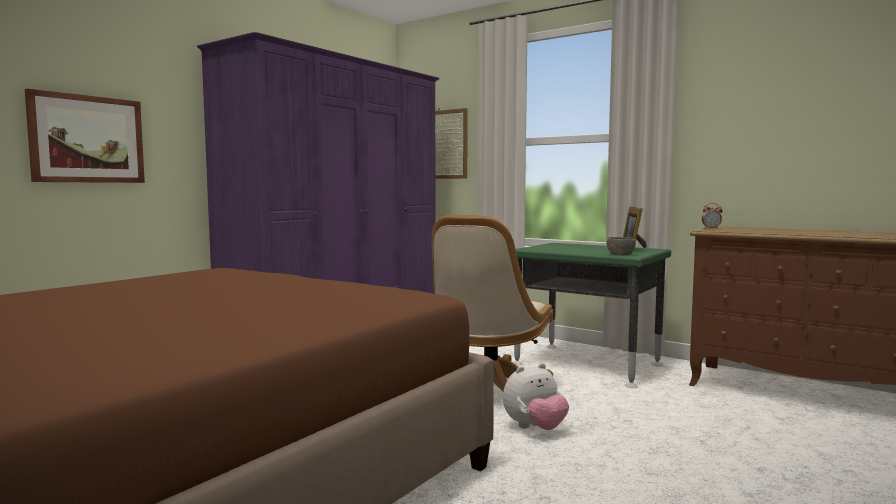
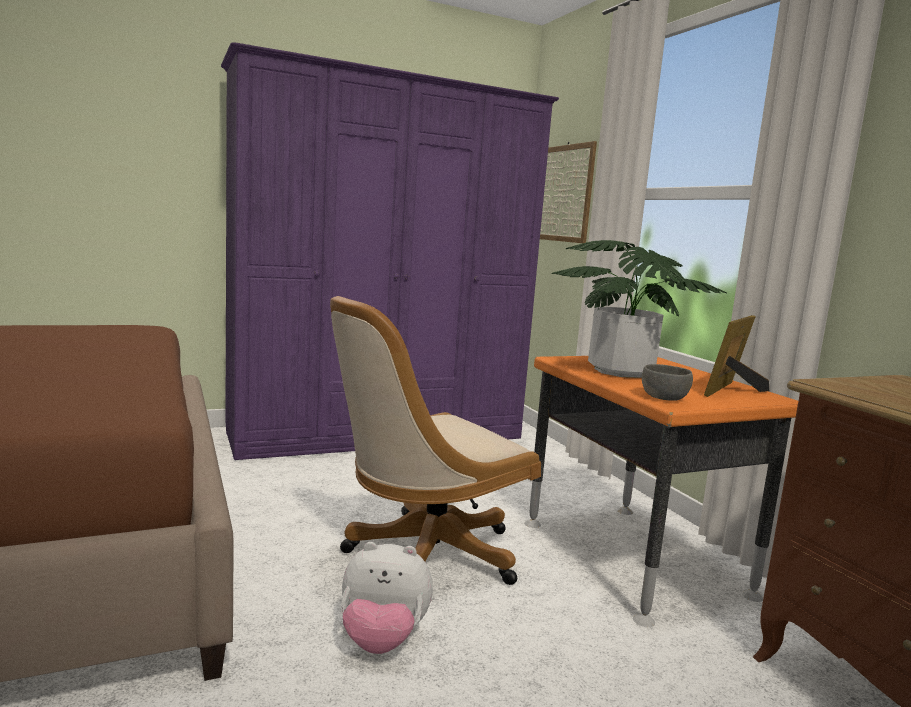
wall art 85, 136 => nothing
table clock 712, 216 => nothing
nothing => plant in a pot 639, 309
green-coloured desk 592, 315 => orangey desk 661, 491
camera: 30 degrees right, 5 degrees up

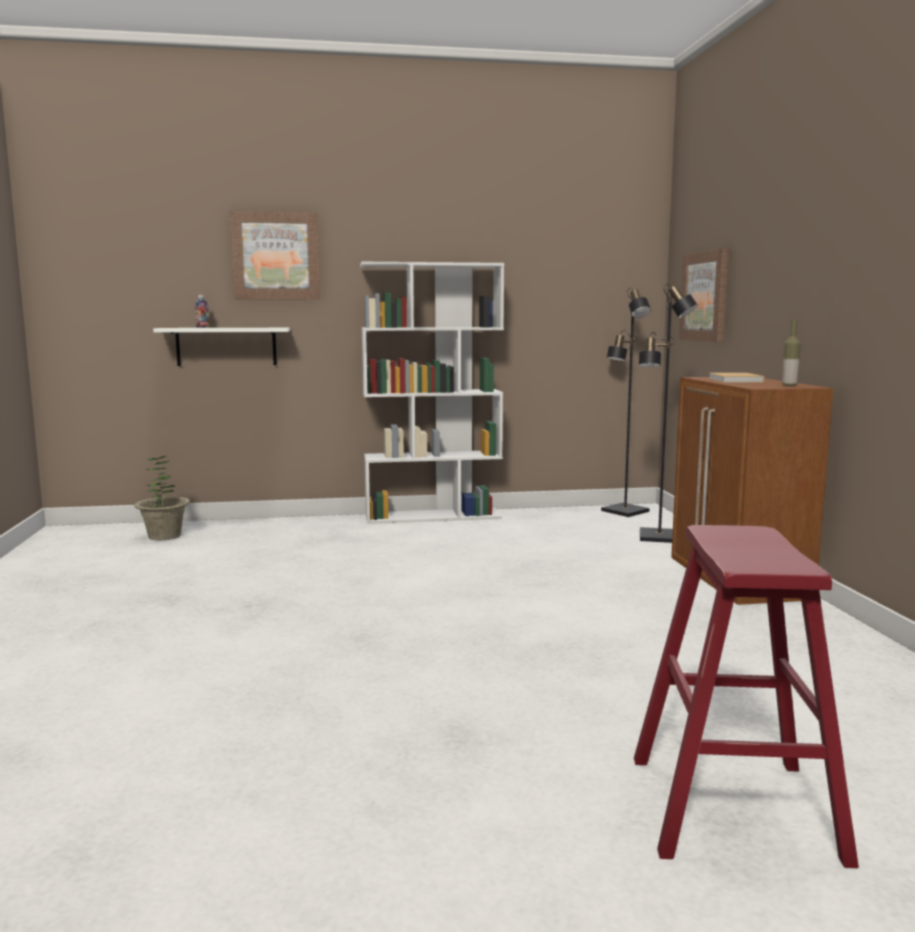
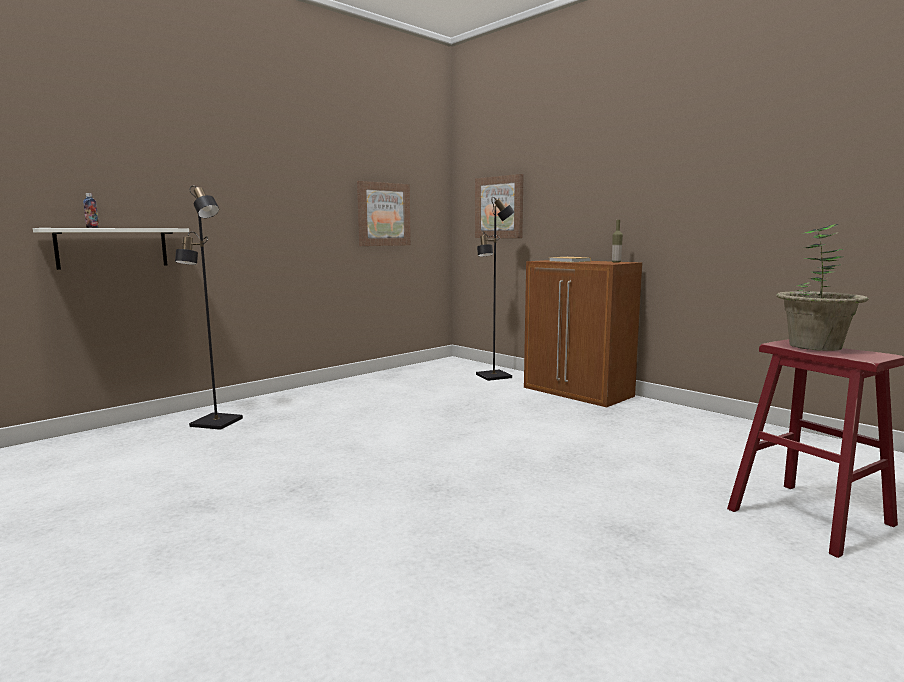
whitish bookcase 432, 393 => nothing
plant in a pot 162, 498 => plant in a pot 822, 287, shifted
wall art 275, 255 => wall art 384, 213, shifted
black-coloured standing lamp 626, 402 => black-coloured standing lamp 209, 307, shifted
camera: 35 degrees left, 0 degrees up

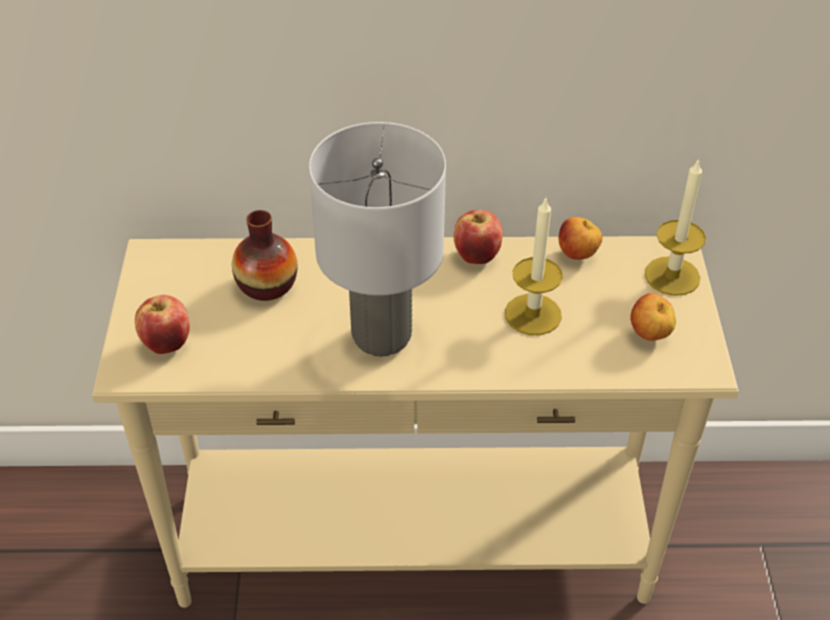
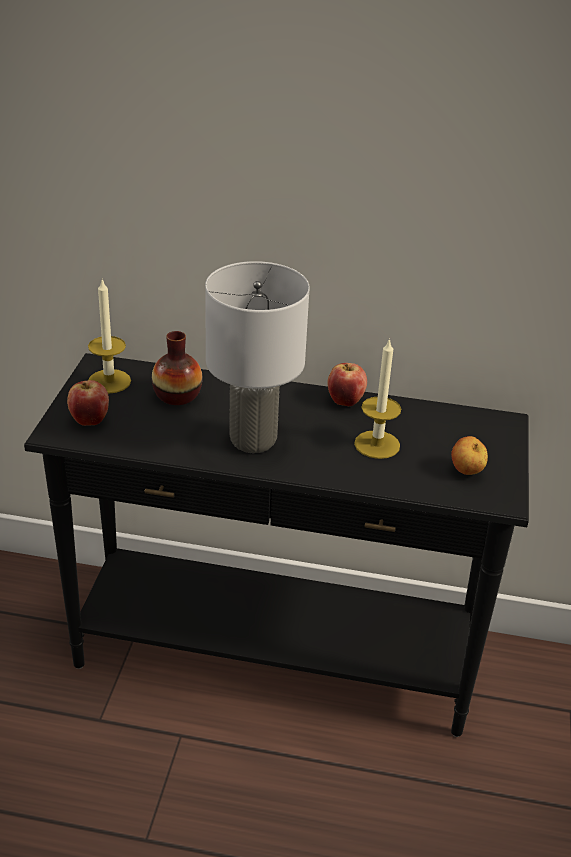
apple fruit 580, 238 => nothing
wax light 675, 227 => wax light 109, 336, shifted
sand-coloured console table 415, 422 => black-coloured console table 276, 545
camera: 10 degrees right, 10 degrees down

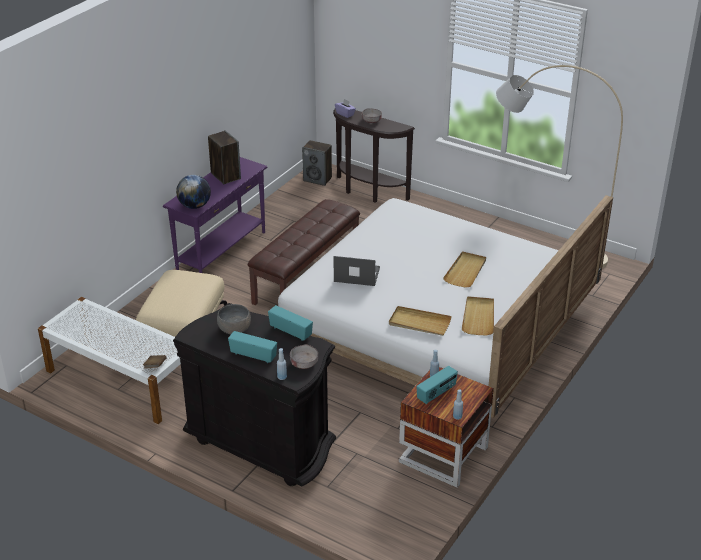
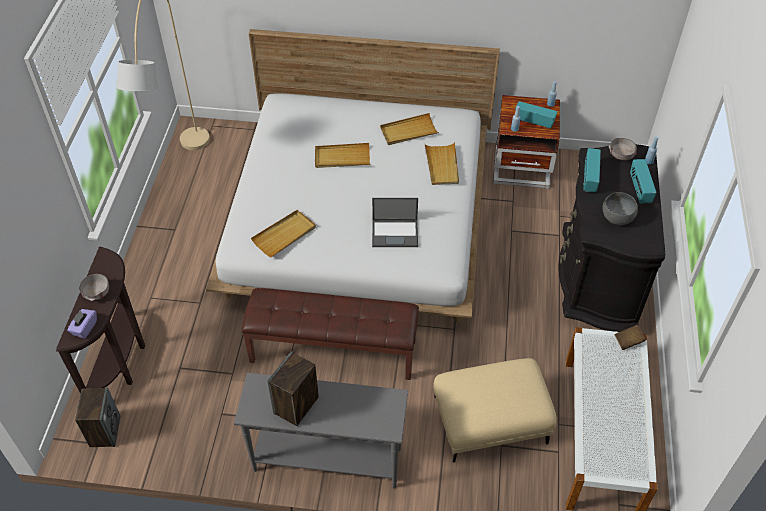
world globe 193, 192 => nothing
nothing => sand-coloured tray 283, 233
purplish console table 215, 215 => greyish console table 321, 430
laptop 356, 271 => laptop 395, 222, 75 degrees counterclockwise
camera: 115 degrees left, 15 degrees up

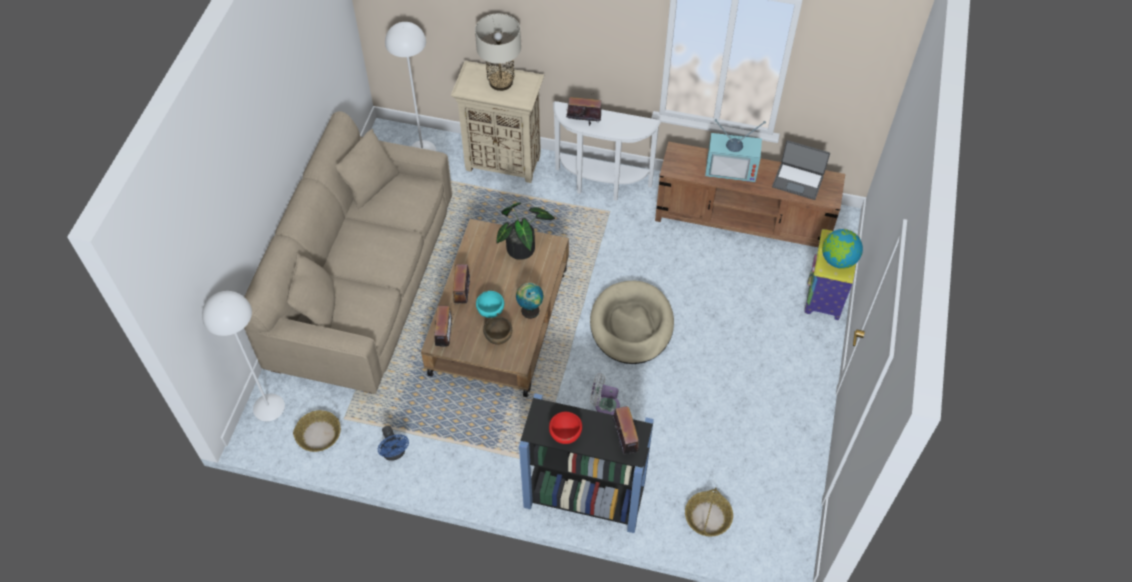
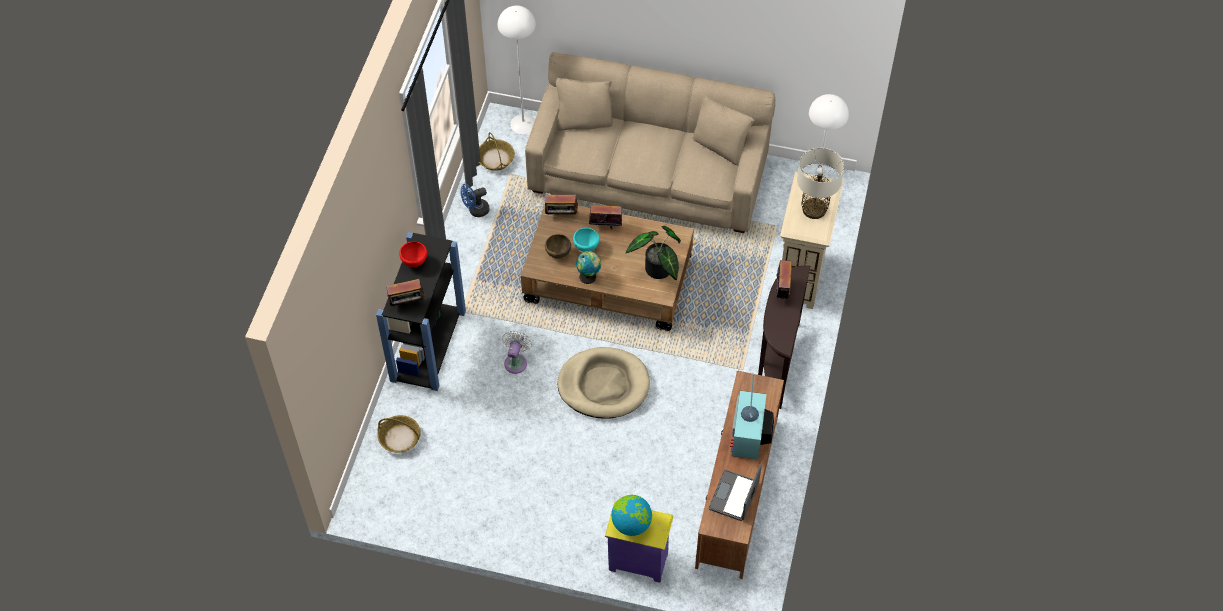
whitish console table 607, 151 => brown-coloured console table 784, 337
camera: 90 degrees right, 0 degrees up

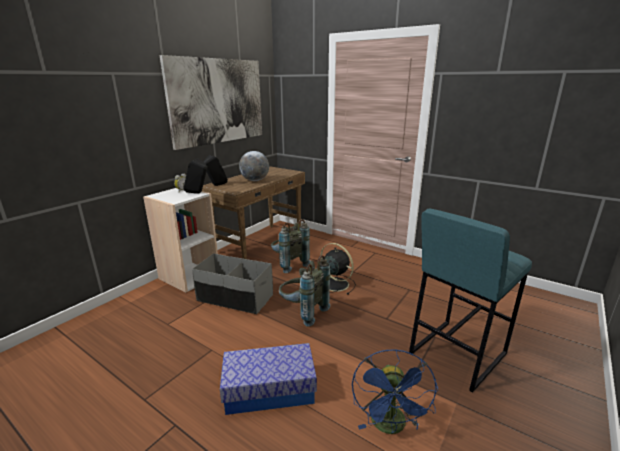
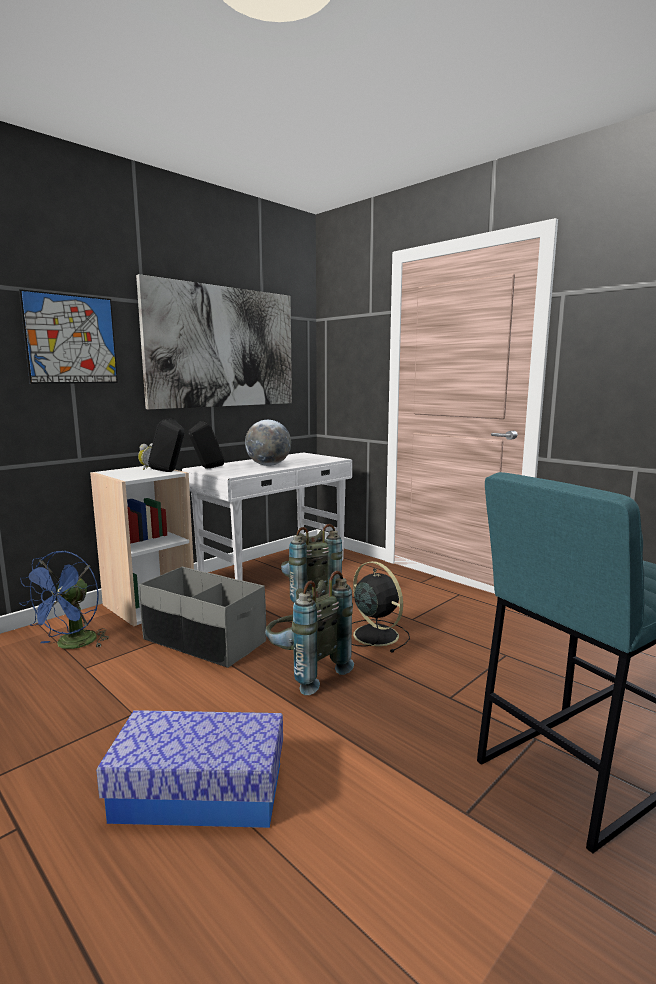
nothing => wall art 68, 336
bluish cooling fan 395, 391 => bluish cooling fan 64, 600, shifted
brown-coloured console table 253, 212 => whitish console table 267, 516
camera: 10 degrees right, 10 degrees down

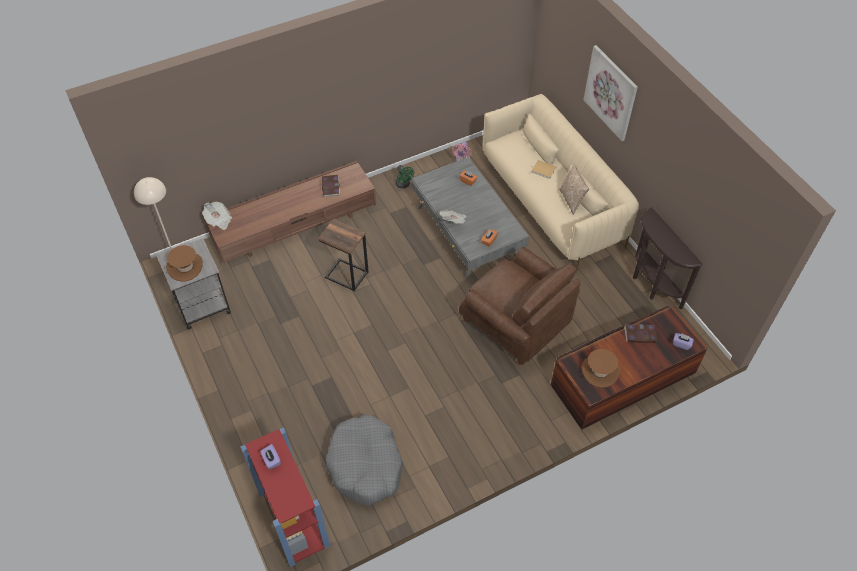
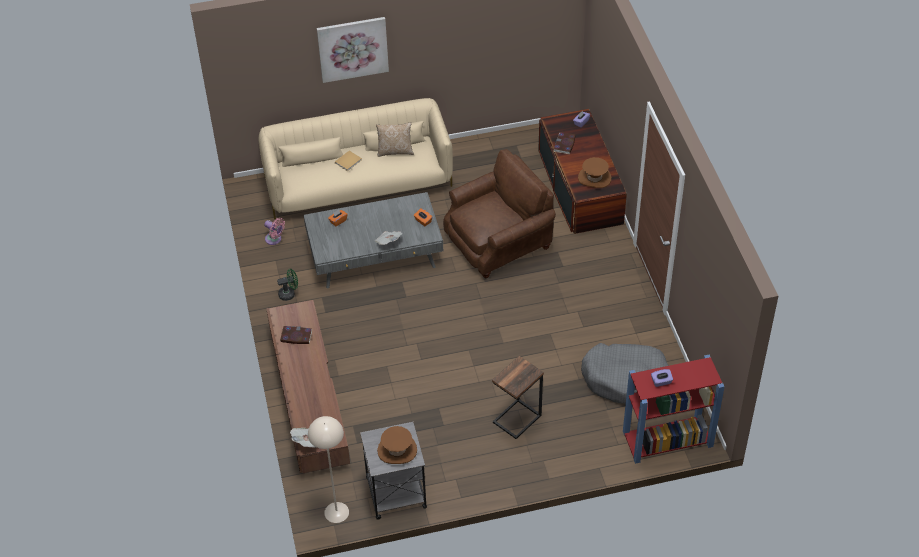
brown-coloured console table 668, 258 => nothing
side table 343, 255 => side table 518, 397, shifted
camera: 75 degrees left, 5 degrees down

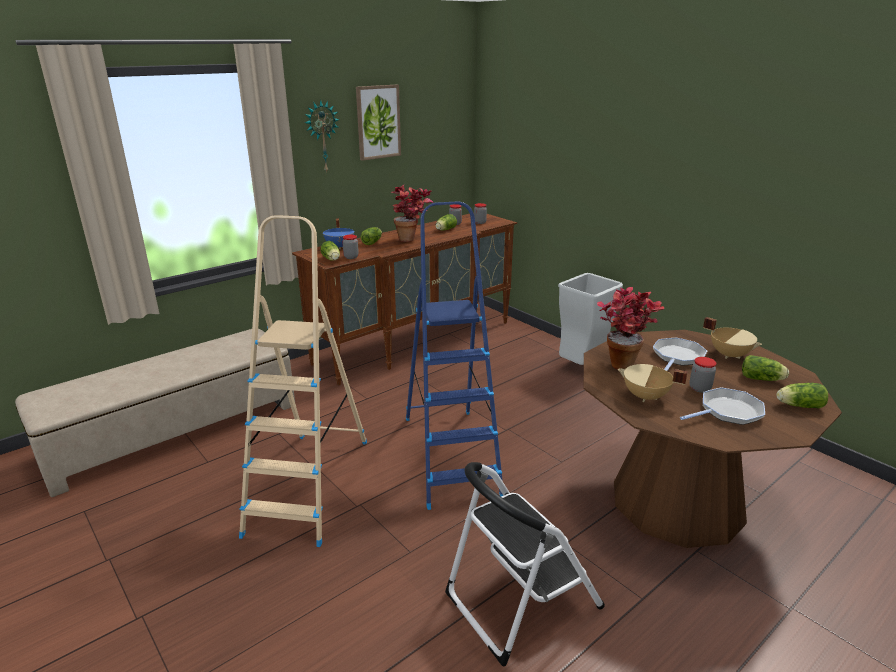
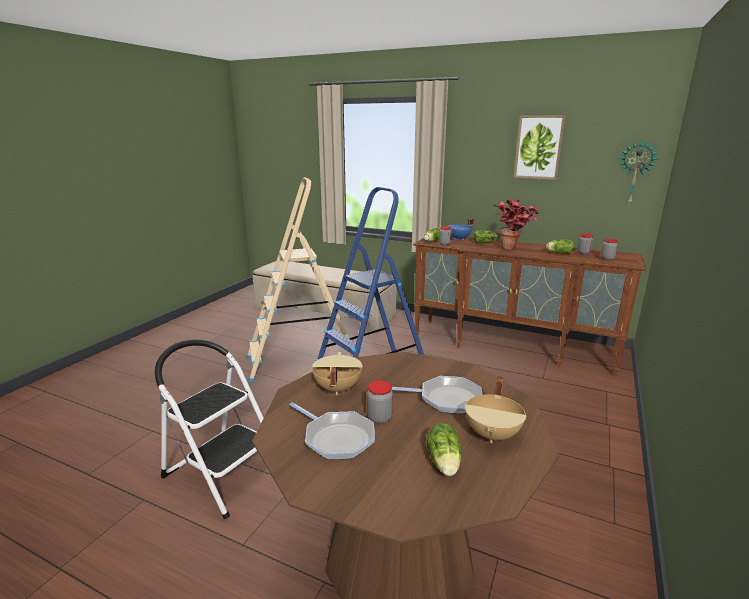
greyish trash can 590, 319 => nothing
plant in a pot 630, 328 => nothing
head of lettuce 802, 395 => nothing
wall clock 322, 137 => wall clock 638, 173, shifted
camera: 65 degrees right, 5 degrees down

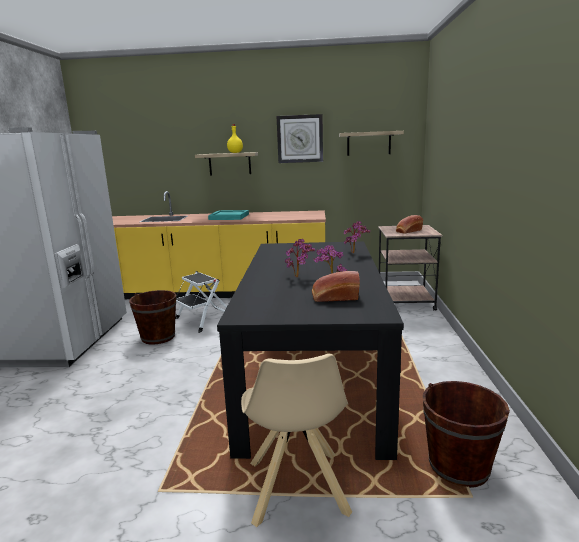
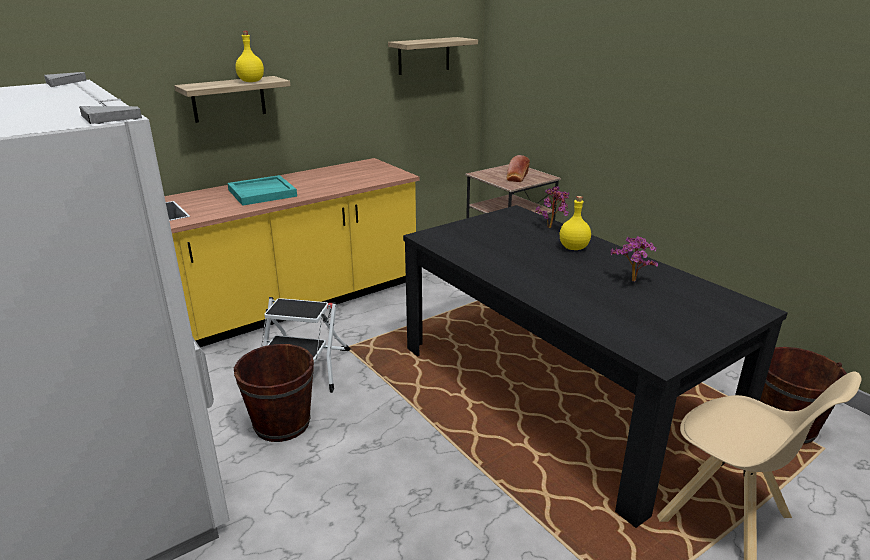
wall clock 300, 138 => nothing
plant in a pot 300, 258 => nothing
bakery bread 336, 286 => nothing
nothing => yellow-coloured beverage bottle 575, 223
camera: 40 degrees left, 10 degrees up

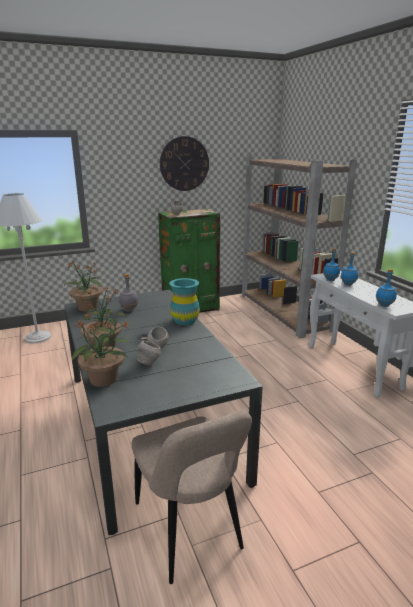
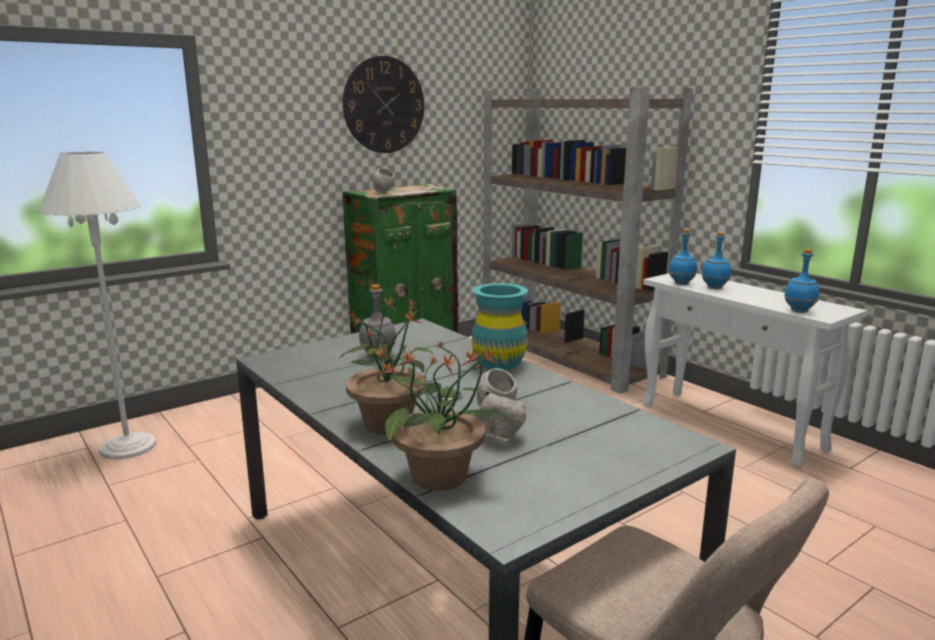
plant in a pot 83, 285 => nothing
camera: 15 degrees left, 5 degrees down

